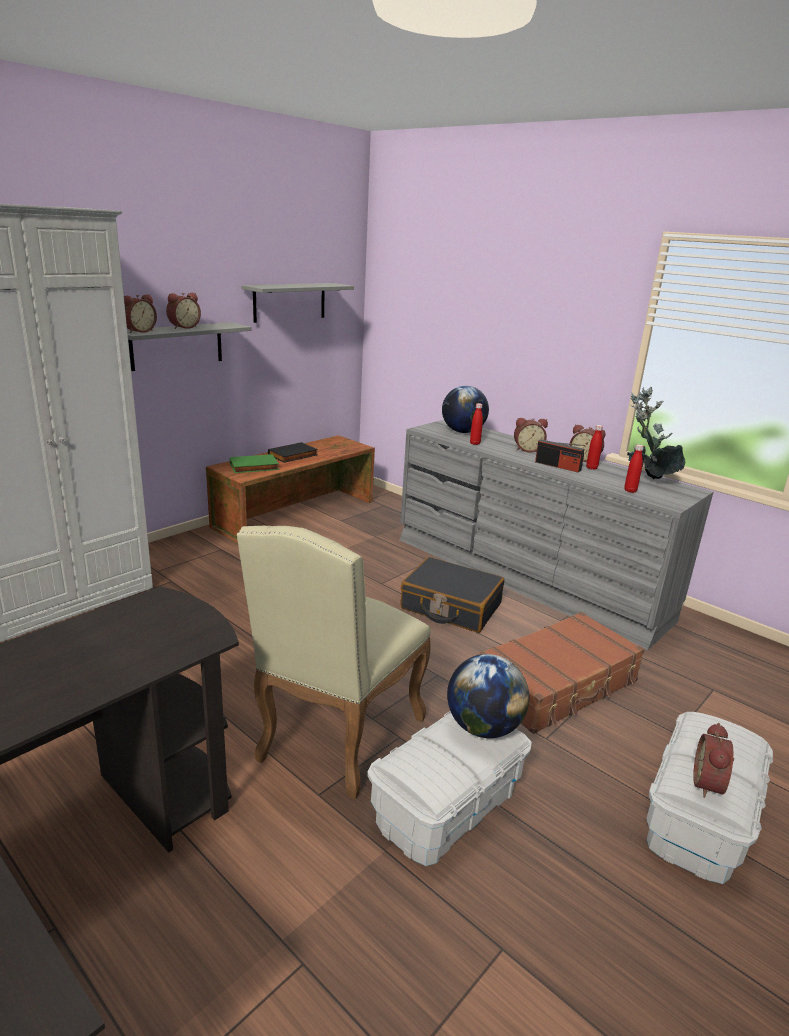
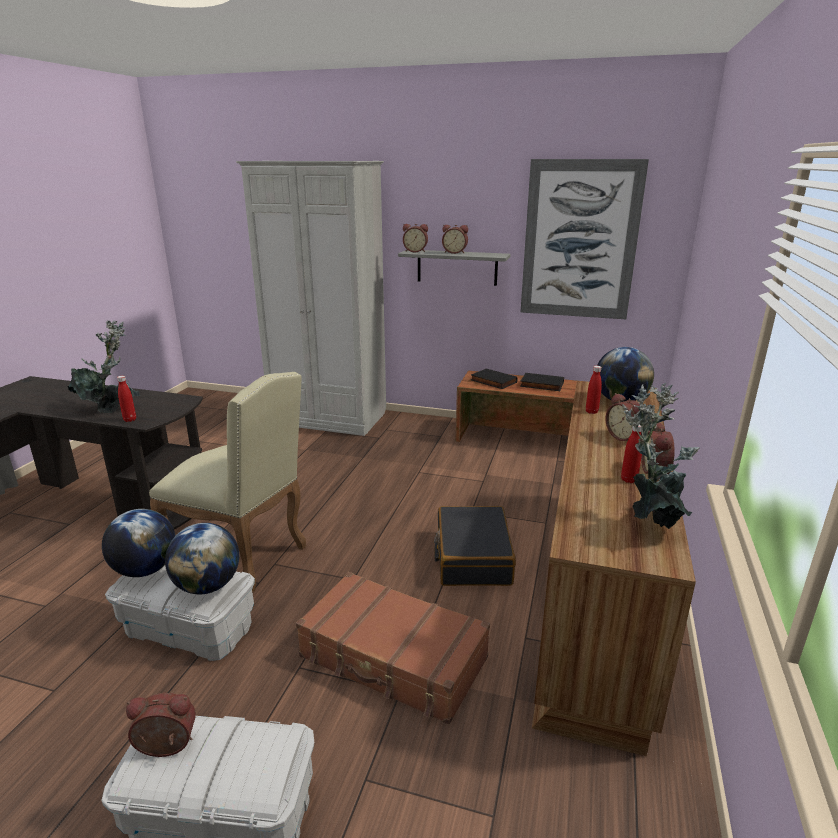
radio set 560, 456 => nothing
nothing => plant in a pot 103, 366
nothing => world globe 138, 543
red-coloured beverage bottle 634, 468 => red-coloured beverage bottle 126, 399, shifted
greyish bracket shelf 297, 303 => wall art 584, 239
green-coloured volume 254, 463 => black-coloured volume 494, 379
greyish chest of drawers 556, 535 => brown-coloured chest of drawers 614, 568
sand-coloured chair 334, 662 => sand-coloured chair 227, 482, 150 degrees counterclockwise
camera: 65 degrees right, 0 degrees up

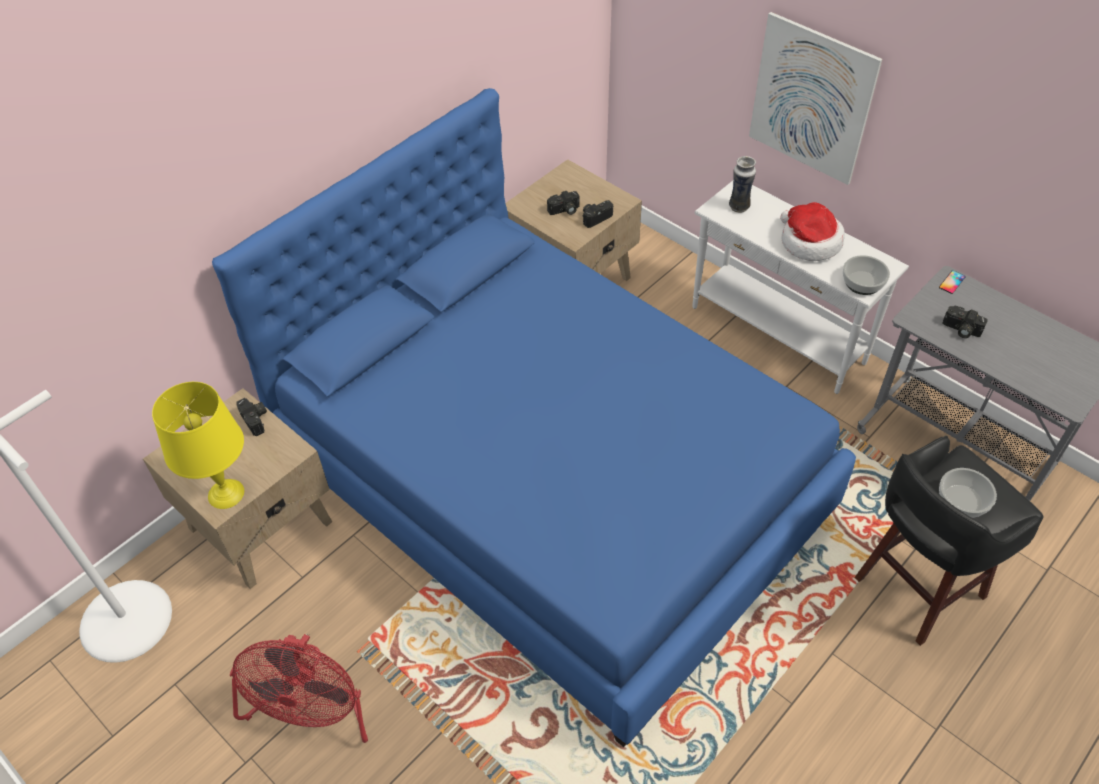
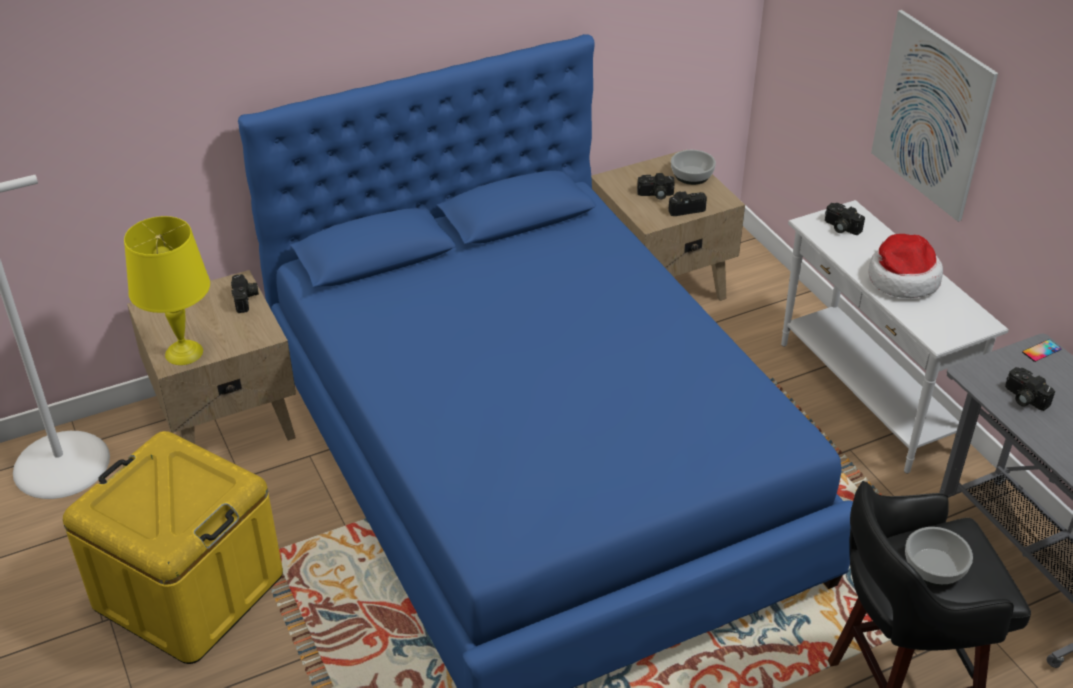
deep dish 866, 275 => deep dish 693, 167, shifted
red-coloured cooling fan 299, 688 => yellow-coloured storage container 173, 547
vase 742, 184 => still camera 845, 219
camera: 20 degrees right, 10 degrees down

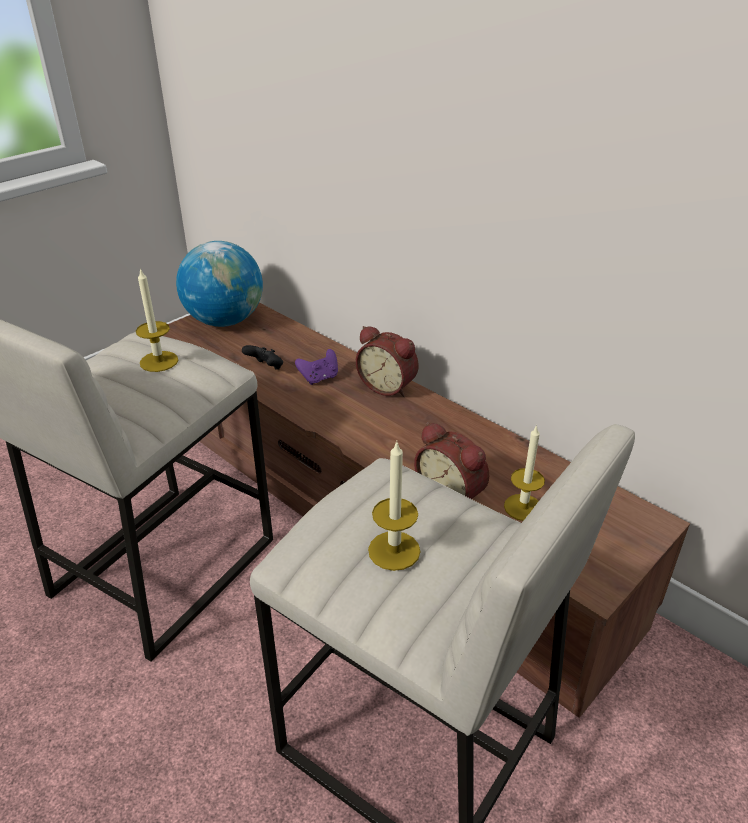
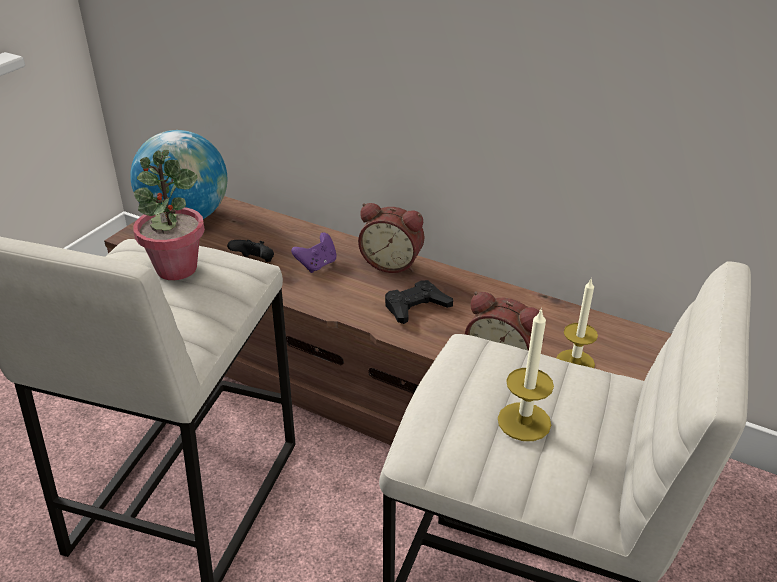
nothing => black-coloured game controller 419, 302
wax light 157, 320 => plant in a pot 169, 215
camera: 15 degrees left, 0 degrees up

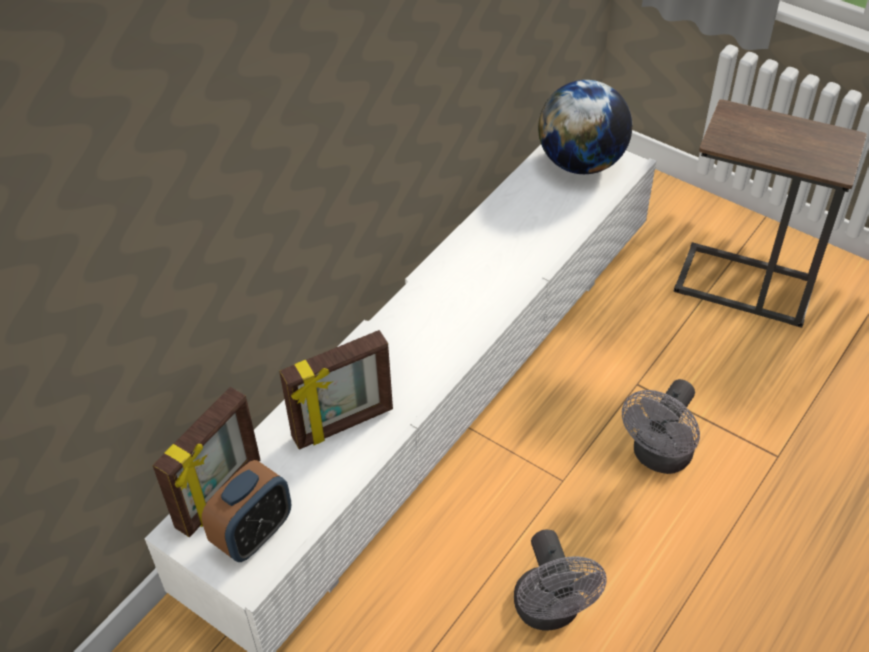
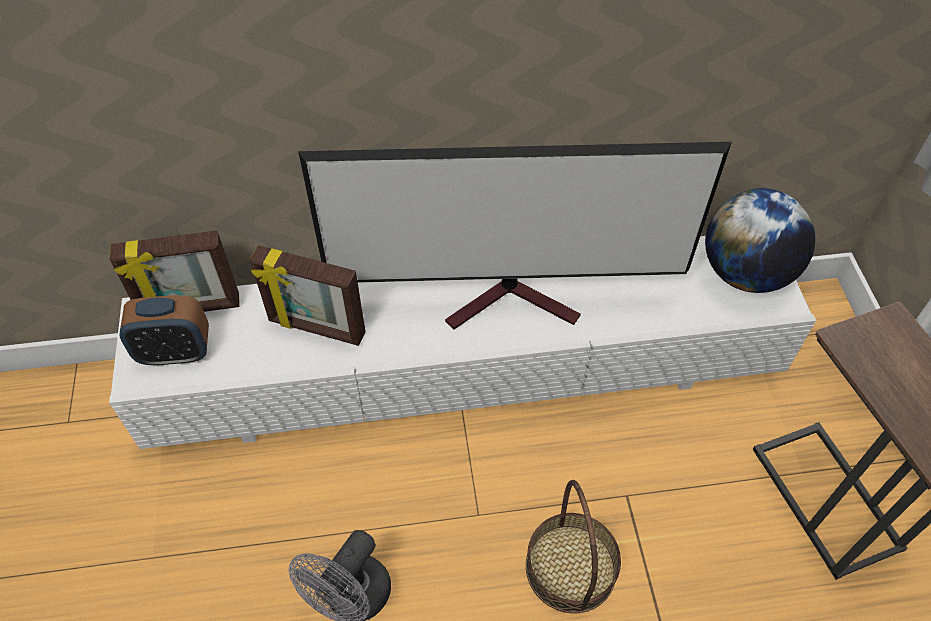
nothing => TV 515, 236
greyish cooling fan 661, 426 => household basket 573, 547
camera: 45 degrees right, 5 degrees up

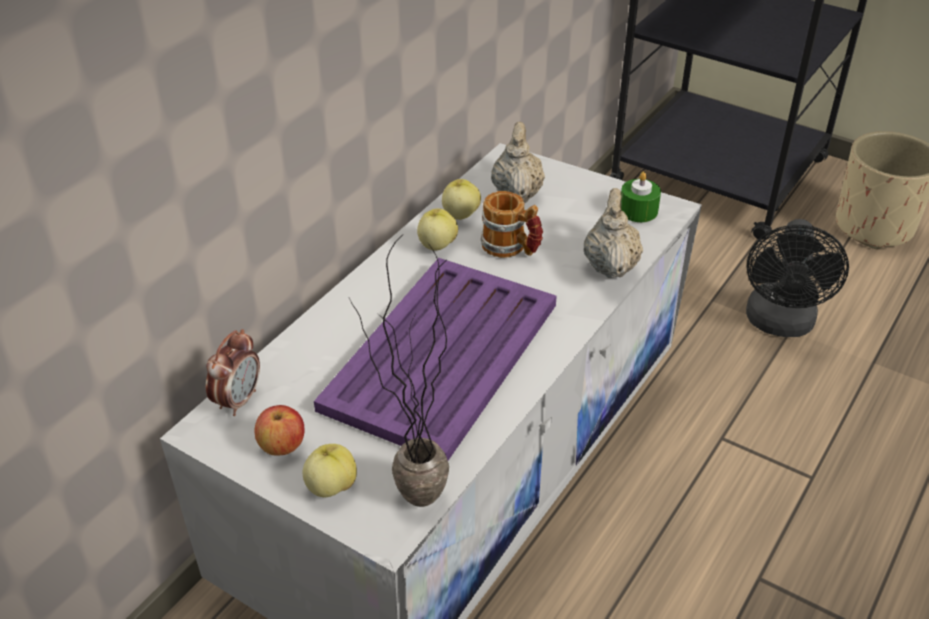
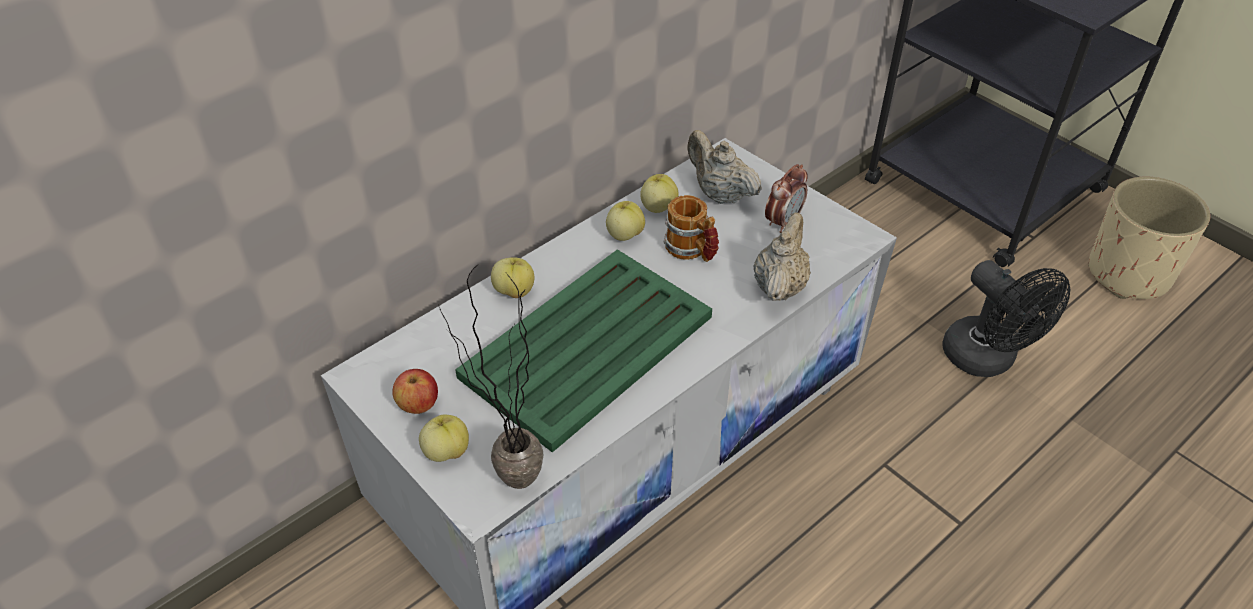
green-coloured wax light 641, 197 => nothing
nothing => apple fruit 512, 277
table clock 233, 372 => table clock 786, 198, shifted
purplish tray 435, 359 => green-coloured tray 583, 351
sand-coloured pot for tea 518, 162 => sand-coloured pot for tea 724, 167, 60 degrees counterclockwise
black-coloured cooling fan 797, 278 => black-coloured cooling fan 1006, 318, 60 degrees counterclockwise
camera: 15 degrees right, 5 degrees up

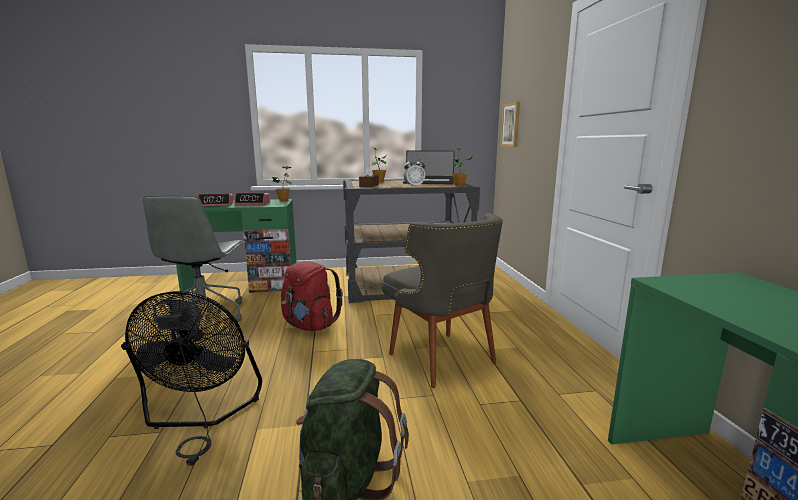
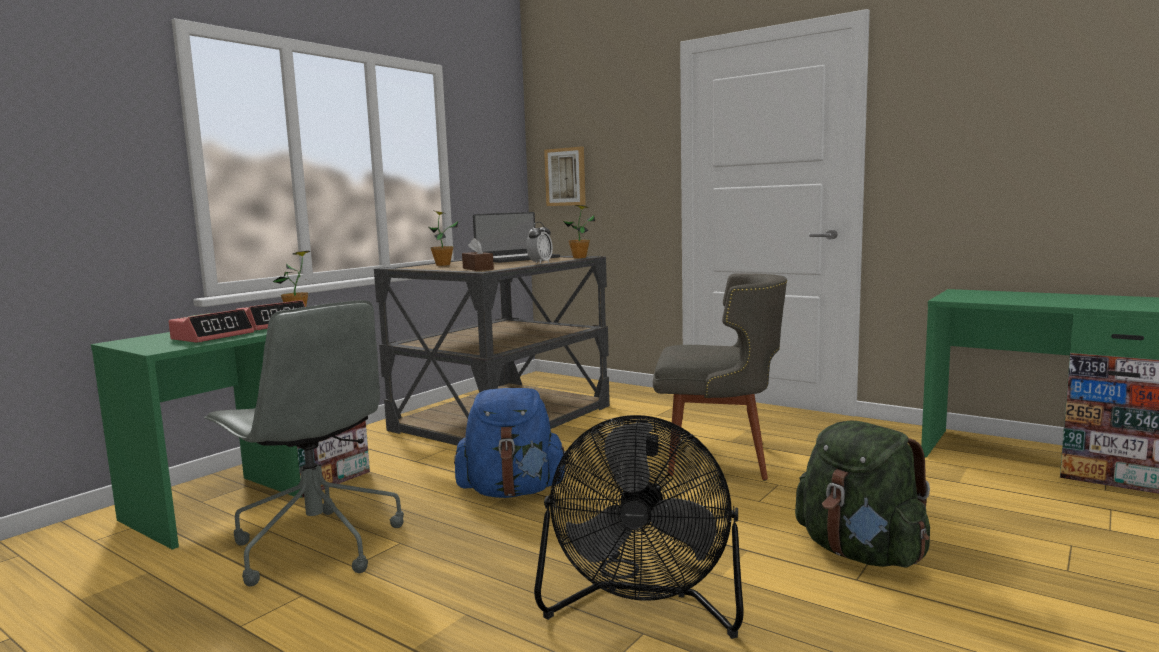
red-coloured knapsack 312, 296 => bluish knapsack 510, 443
black-coloured cooling fan 191, 378 => black-coloured cooling fan 639, 527, 120 degrees counterclockwise
camera: 45 degrees left, 5 degrees down

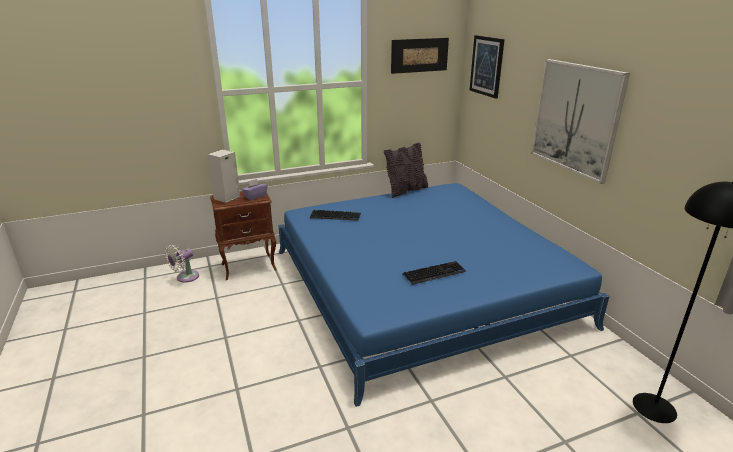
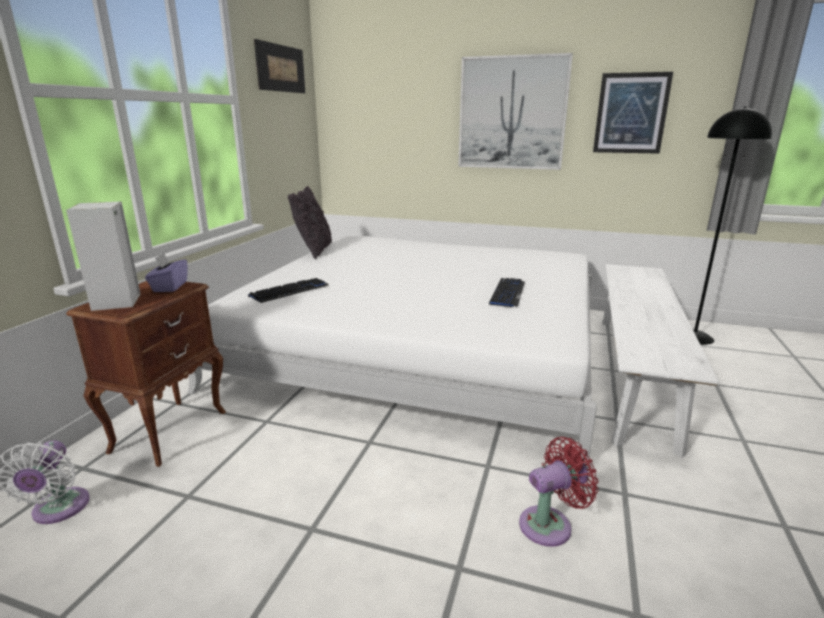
nothing => red-coloured cooling fan 559, 492
nothing => whitish long seat 660, 361
wall art 487, 67 => wall art 633, 113, shifted
bluish bed 443, 295 => whitish bed 392, 352
camera: 50 degrees left, 5 degrees down

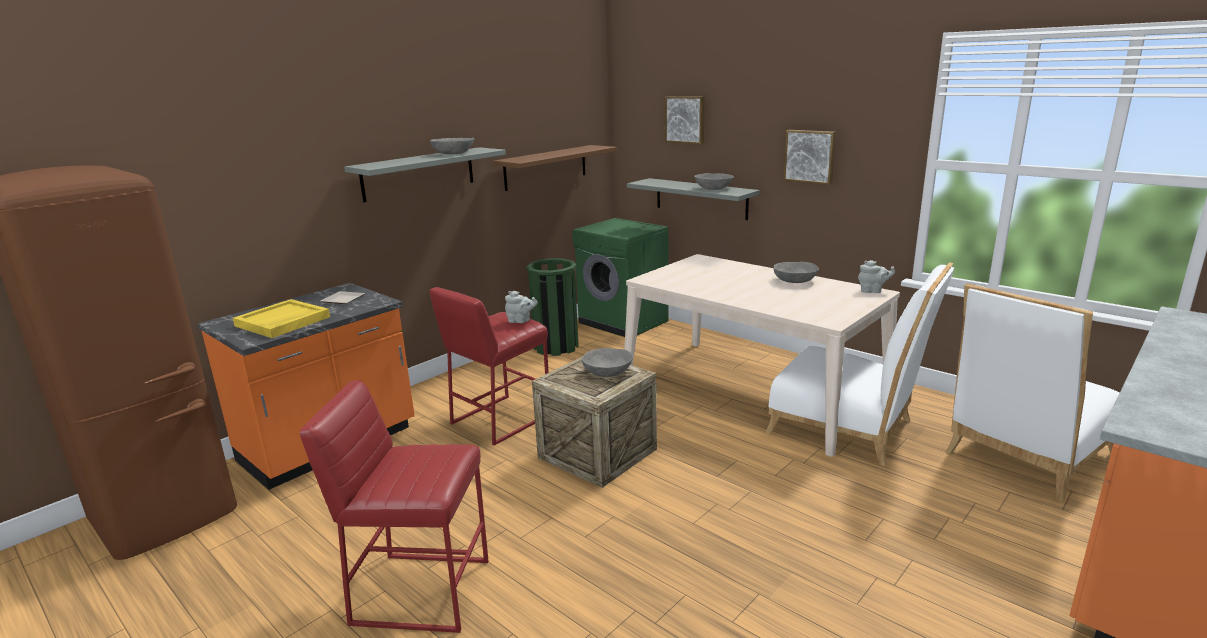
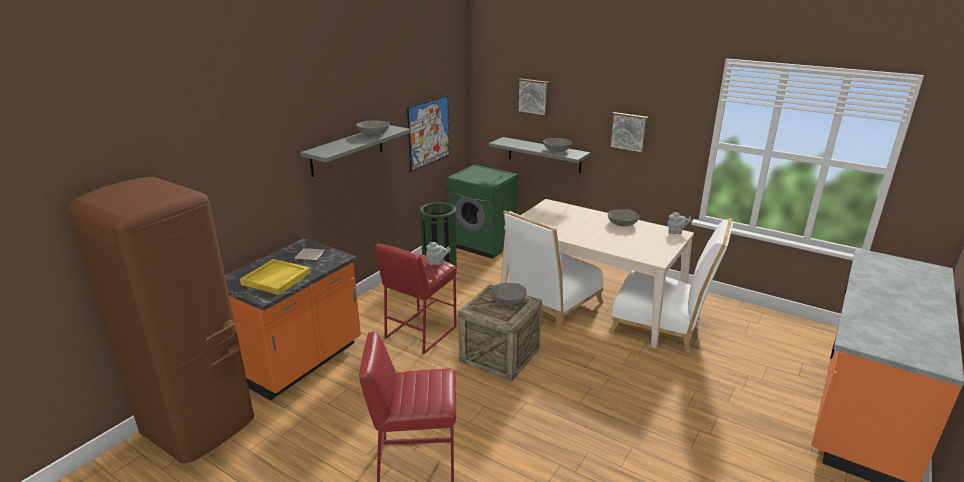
whitish chair 1033, 392 => whitish chair 553, 271, shifted
brown-coloured bracket shelf 555, 168 => wall art 428, 133
camera: 10 degrees left, 5 degrees up

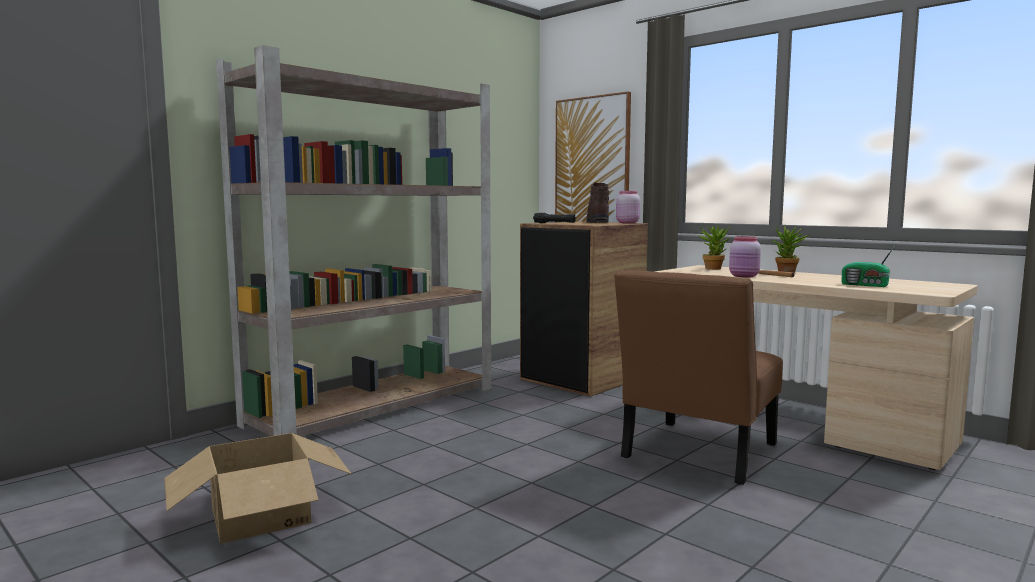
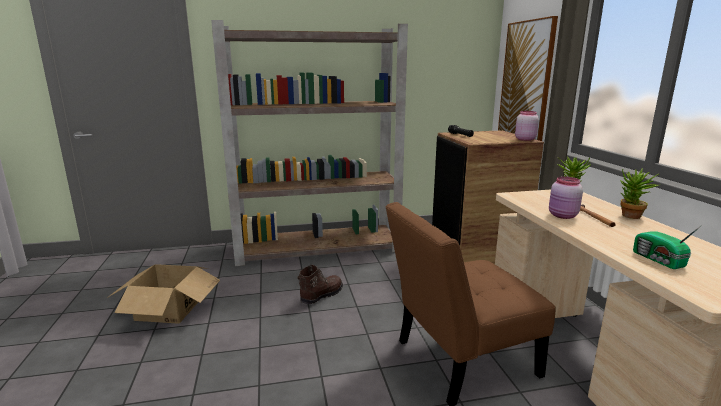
brown-coloured high-top boot 597, 203 => brown-coloured high-top boot 320, 284, shifted
camera: 35 degrees right, 10 degrees up

